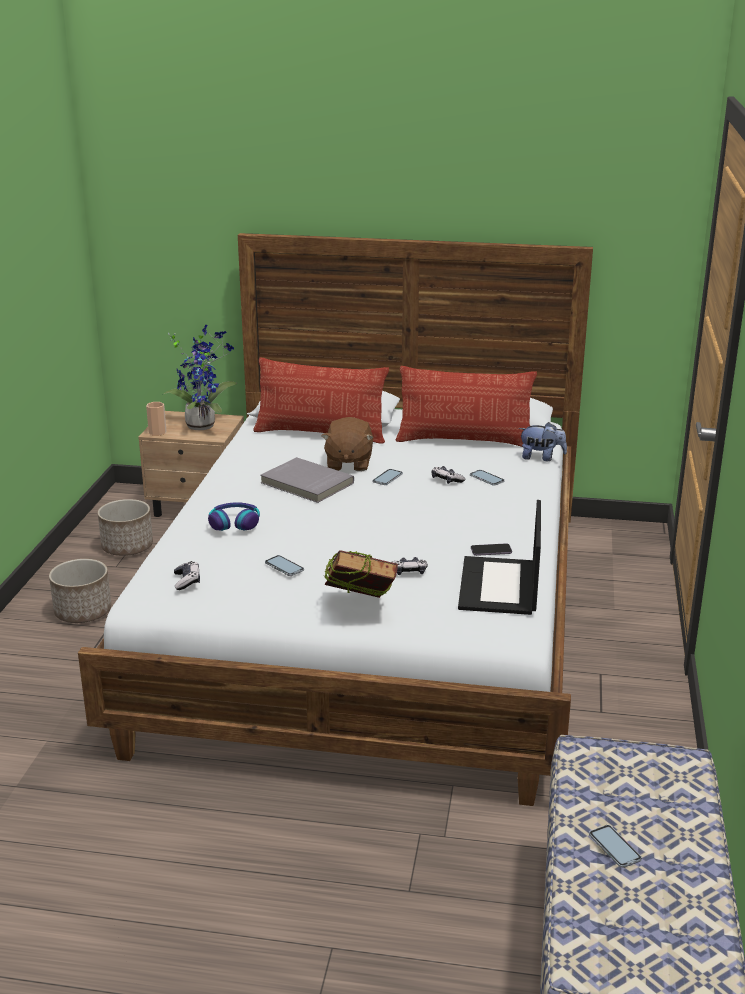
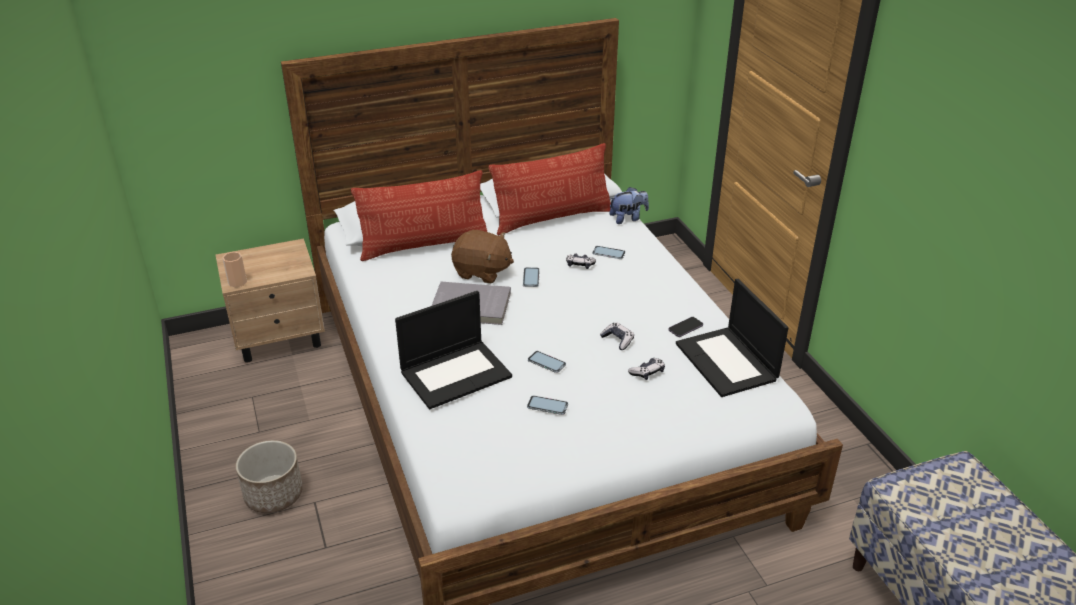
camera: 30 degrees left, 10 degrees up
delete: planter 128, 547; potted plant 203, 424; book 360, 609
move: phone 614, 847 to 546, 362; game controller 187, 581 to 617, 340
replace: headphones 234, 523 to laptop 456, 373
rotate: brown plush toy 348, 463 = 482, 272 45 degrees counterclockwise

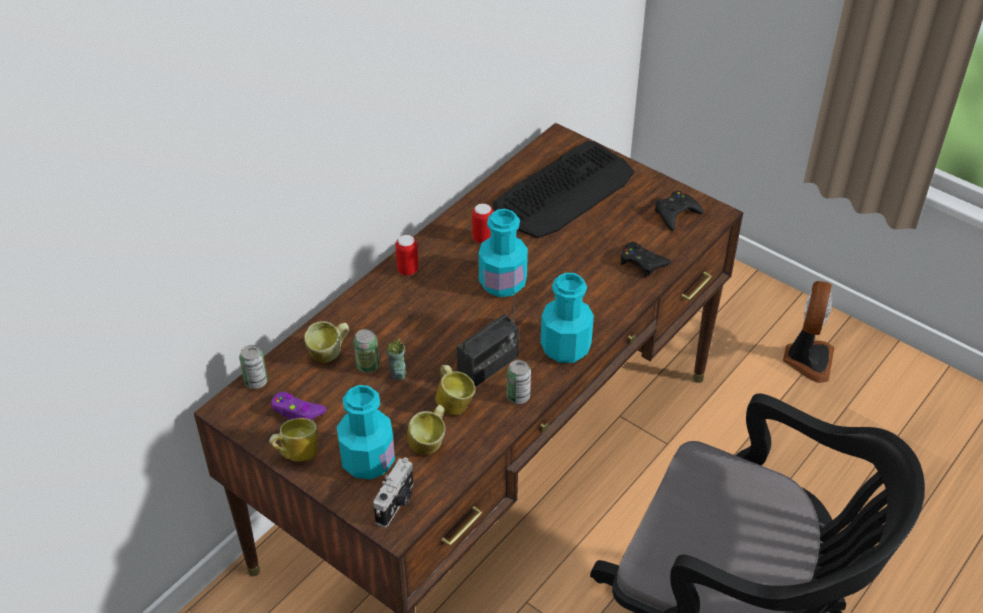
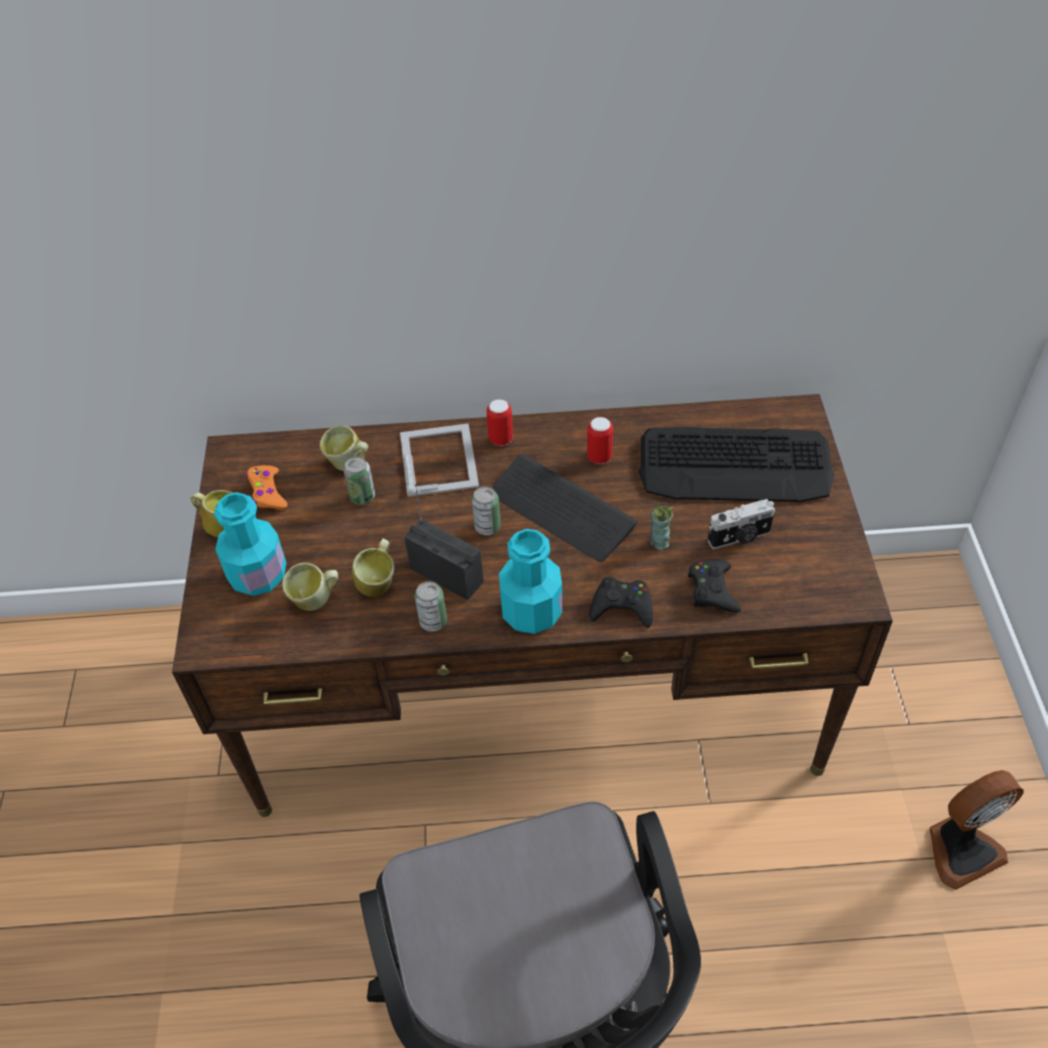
camera: 50 degrees right, 5 degrees up
insert: picture frame 439, 459
move: can 256, 381 to 487, 527; black game controller 676, 214 to 622, 606; cup 397, 375 to 659, 542; photo camera 396, 503 to 740, 538
replace: turquoise bottle 502, 282 to keyboard 561, 510
recolor: purple game controller 297, 411 to orange game controller 267, 493
rotate: radio 488, 366 = 447, 574 150 degrees counterclockwise

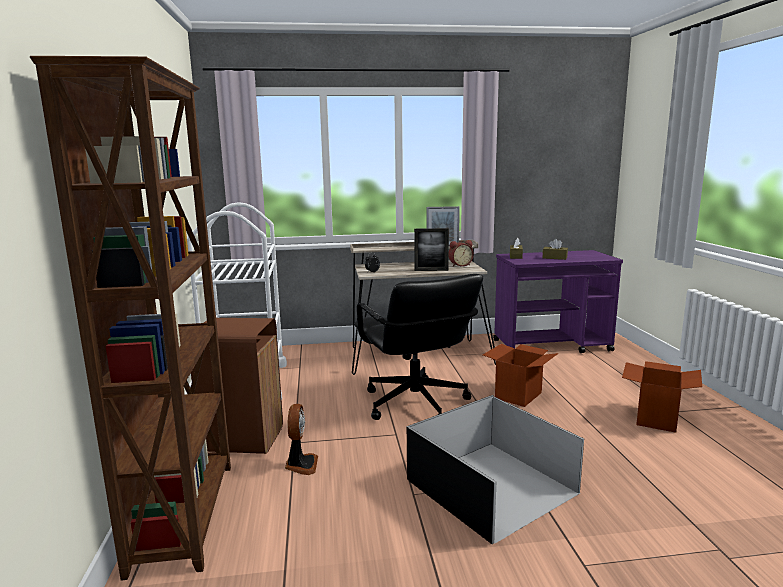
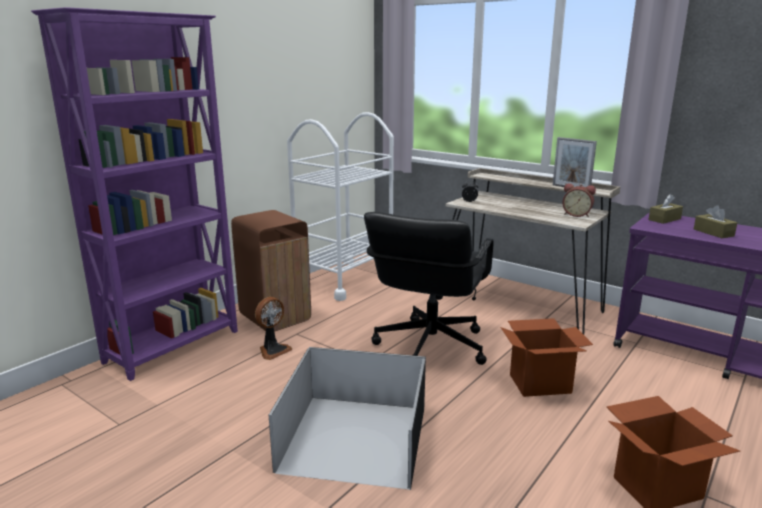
camera: 45 degrees right, 5 degrees up
delete: picture frame 431, 270
recolor: brown bookcase 186, 514 to purple bookcase 174, 346

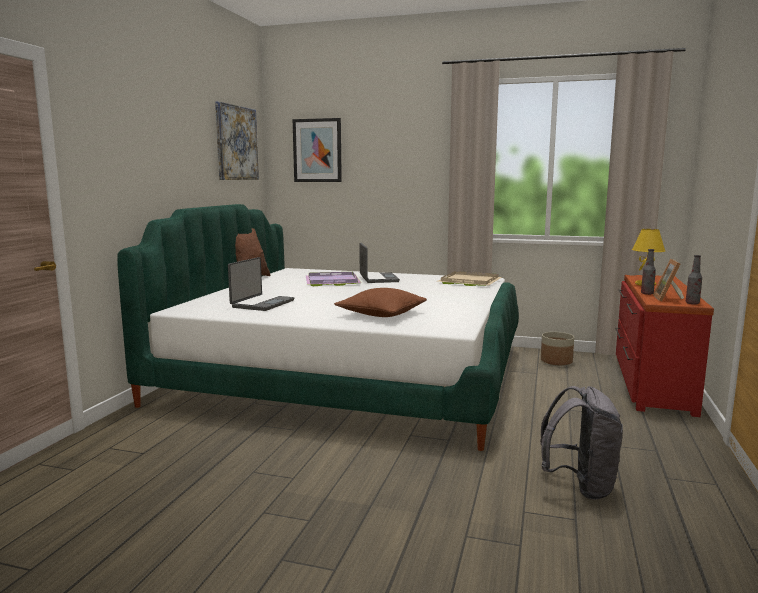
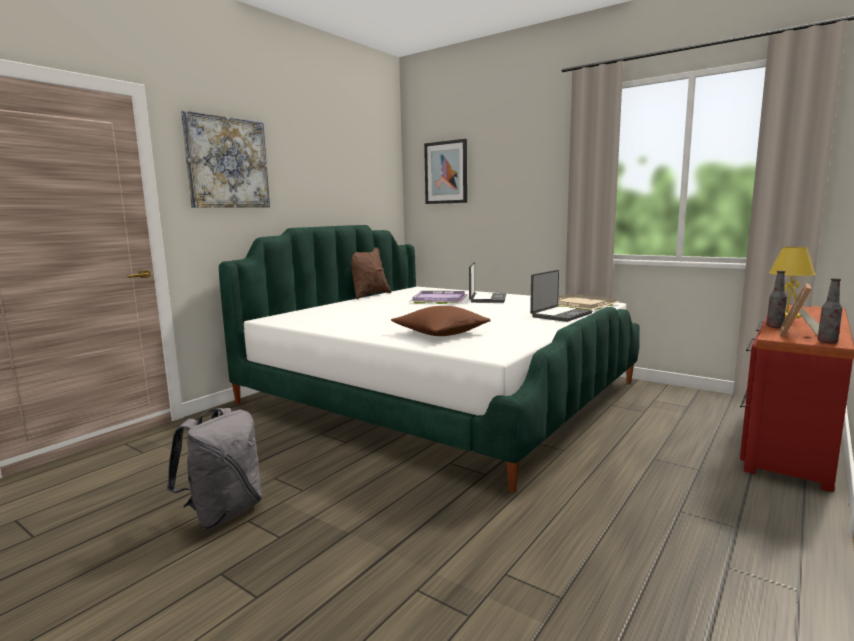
camera: 20 degrees right, 0 degrees up
delete: planter 556, 361
move: grey backpack 580, 486 to 223, 513; picture 236, 143 to 227, 163; laptop 262, 304 to 560, 315

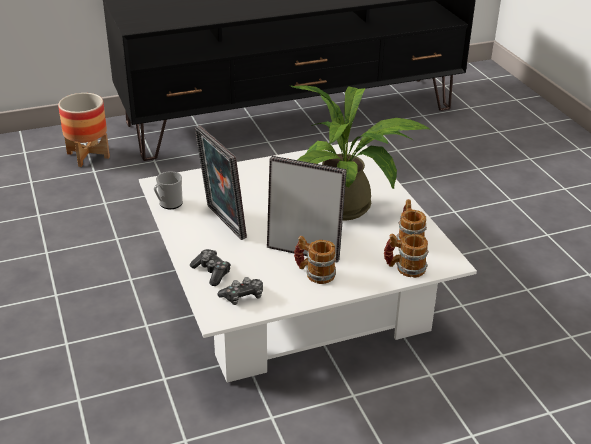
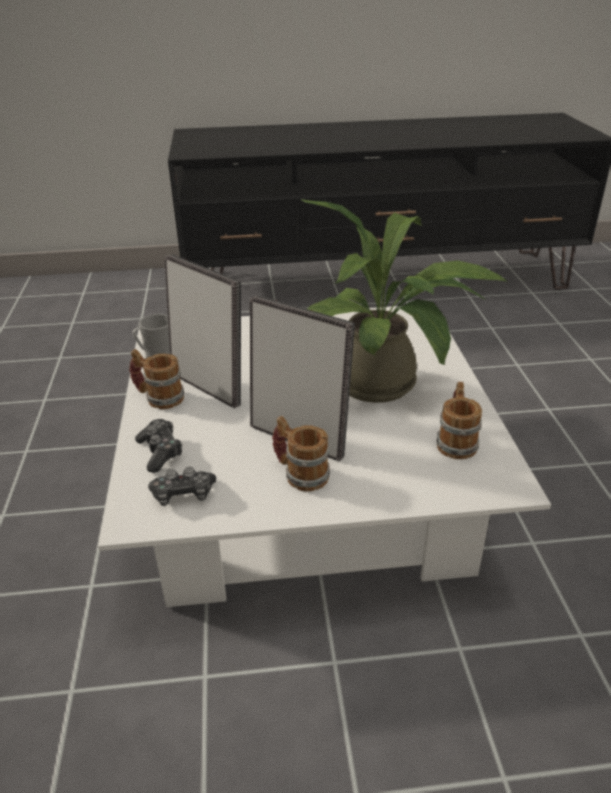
camera: 15 degrees right, 0 degrees up
delete: planter 88, 155
move: mug 404, 268 to 158, 397
rotate: picture frame 222, 223 = 209, 386 150 degrees clockwise

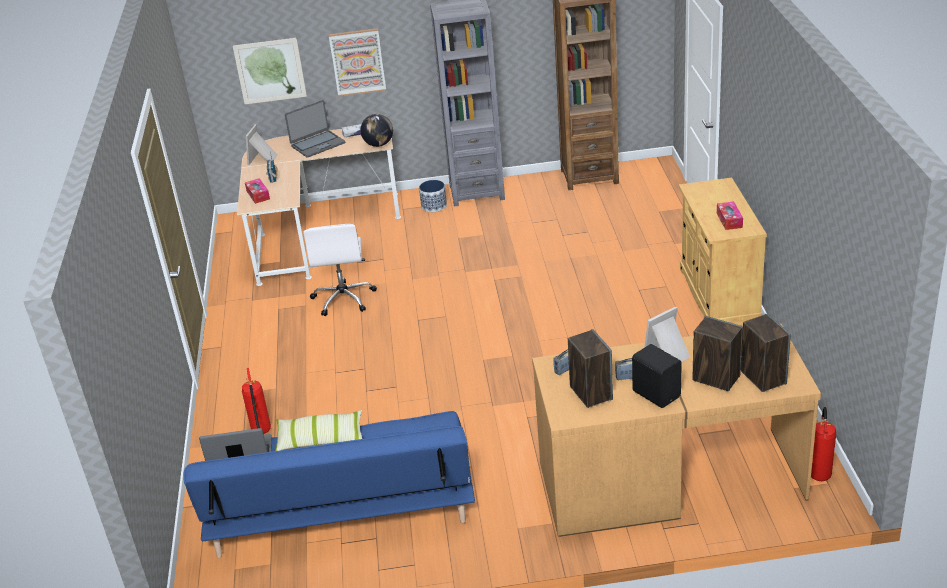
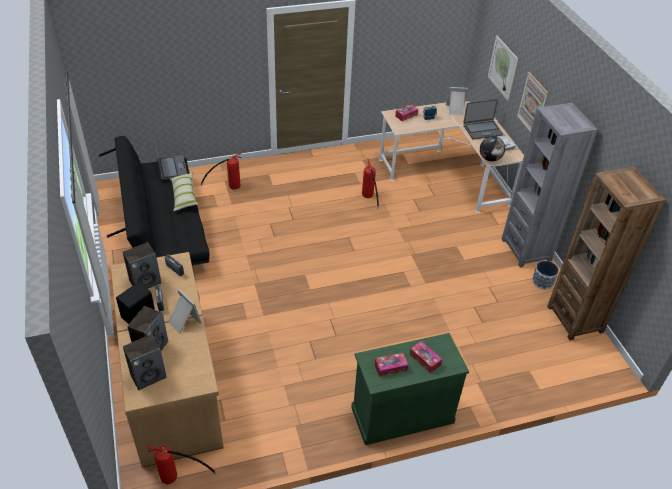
camera: 75 degrees right, 10 degrees up
insert: tissue box 425, 359
move: planter 433, 206 to 542, 281
replace: white office chair 344, 298 to fire extinguisher 369, 199
recolor: blue sofa 342, 507 to black sofa 164, 228; beige cabinet 718, 294 to green cabinet 402, 414
rotate: laptop 317, 144 = 482, 130 60 degrees counterclockwise

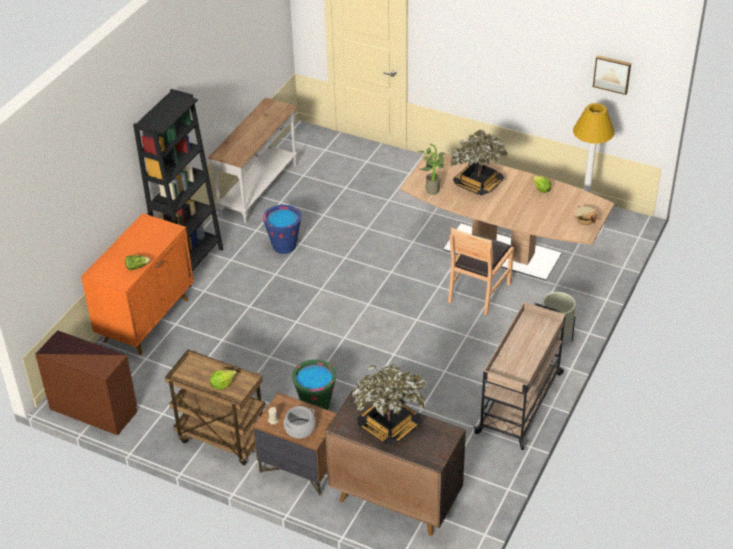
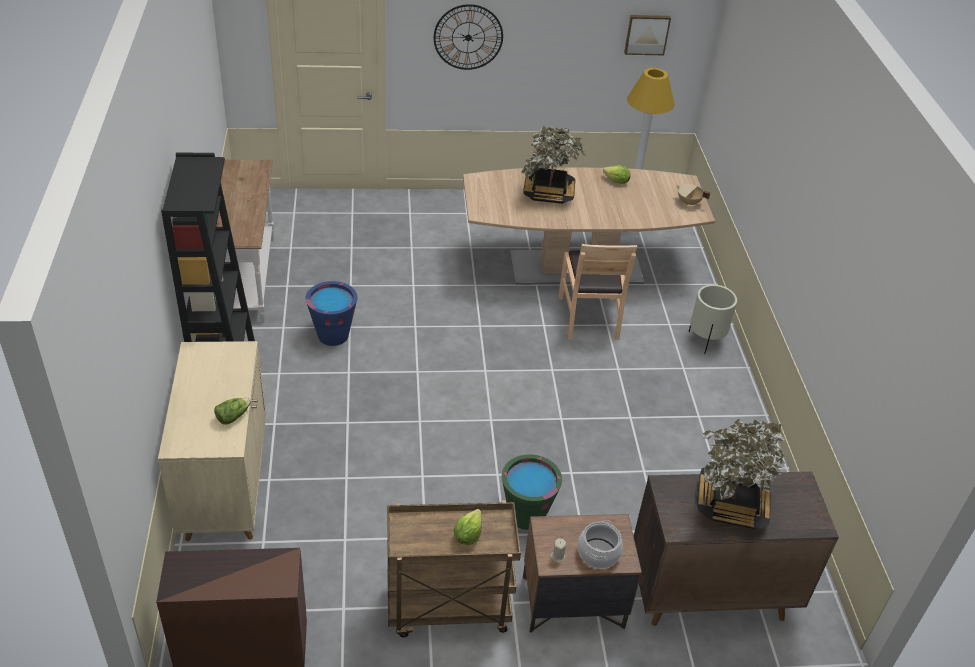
camera: 35 degrees left, 0 degrees up
delete: potted plant 432, 189; beige cart 520, 402
insert: wall clock 468, 37
recolor: orange cabinet 147, 319 to beige cabinet 225, 488

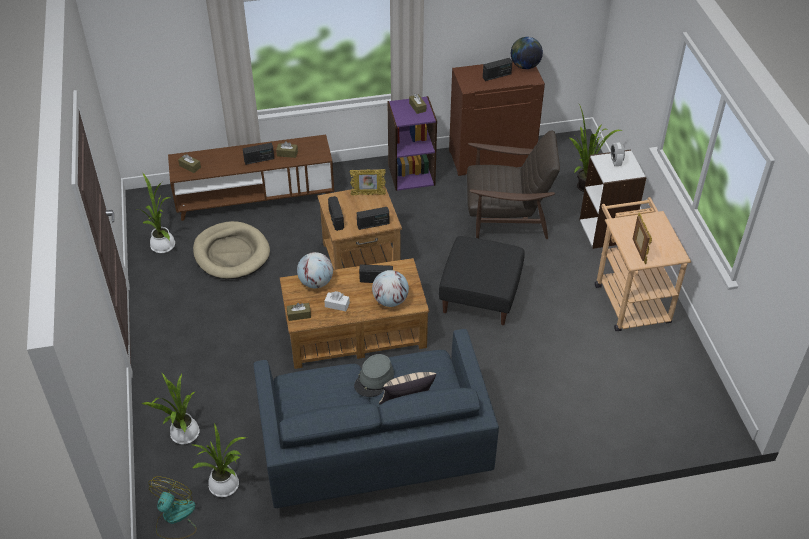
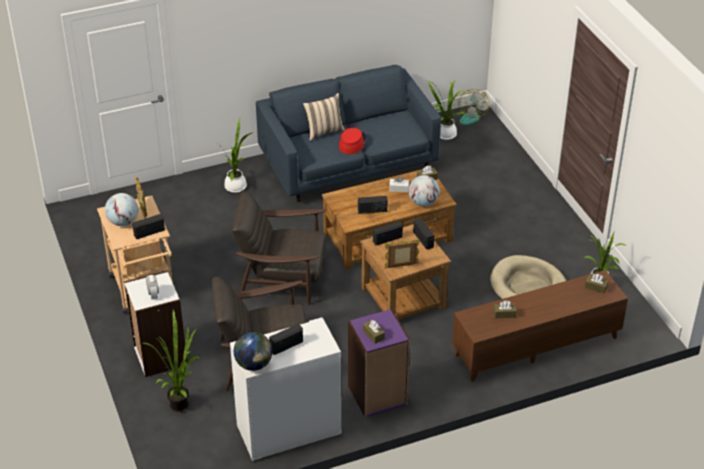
camera: 170 degrees right, 5 degrees down
move: globe 390, 301 to 123, 222; radio 259, 160 to 149, 232; potted plant 183, 435 to 236, 185
replace: black ottoman 480, 295 to brown armchair 282, 278
recolor: brown cabinet 492, 157 to white cabinet 288, 431; grey hat 374, 379 to red hat 352, 143

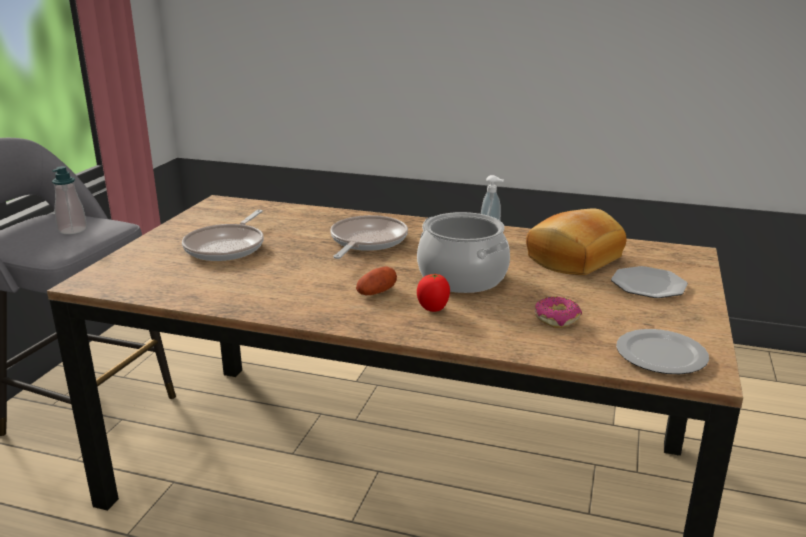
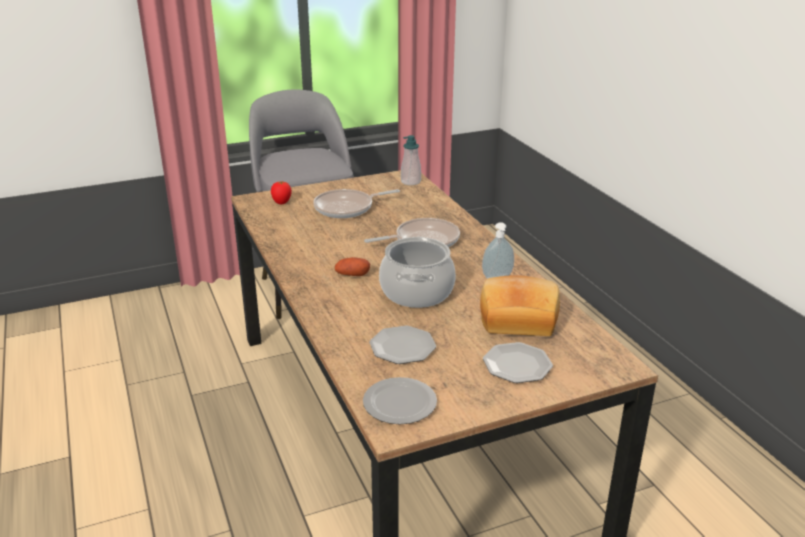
camera: 50 degrees right, 5 degrees up
move: tomato 433, 309 to 281, 203; soap dispenser 72, 230 to 410, 182
replace: donut 557, 319 to plate 402, 347

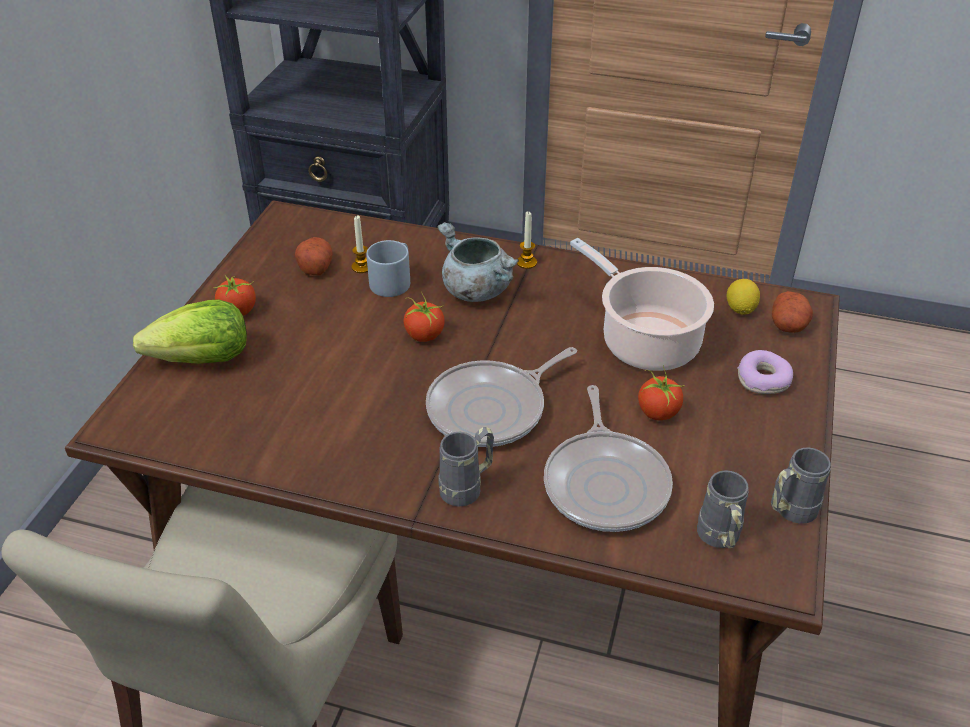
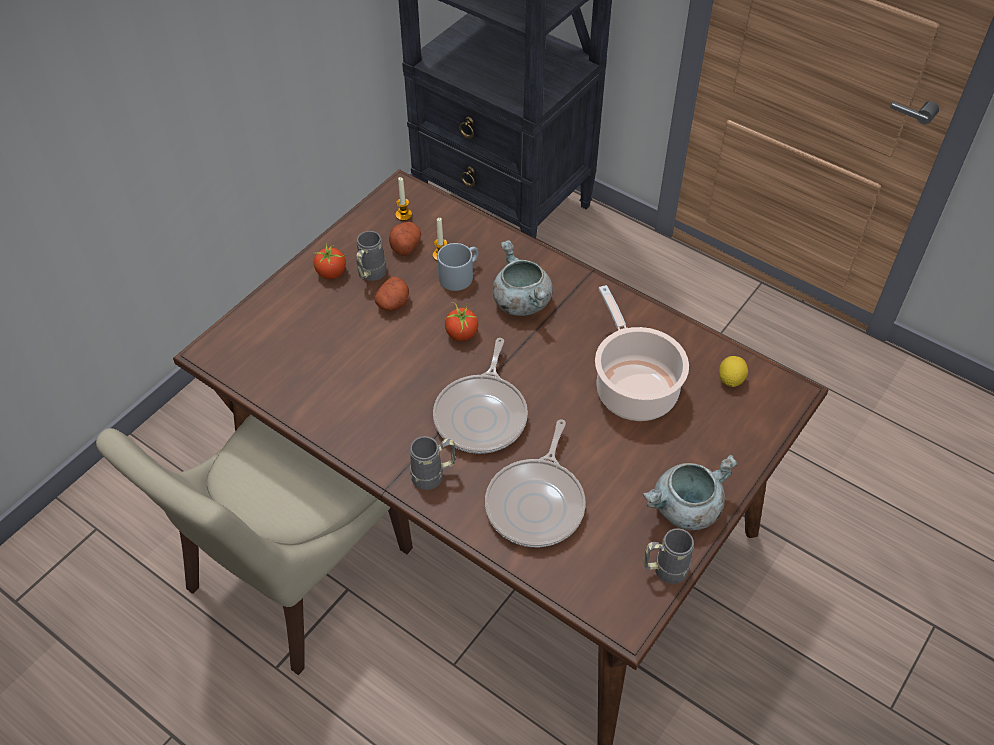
camera: 20 degrees right, 10 degrees up
delete: lettuce 203, 359; tomato 657, 412; donut 763, 379
insert: grey cooking pot 685, 509
move: grey mug 719, 540 to 370, 275; potato 788, 325 to 393, 303; candle 526, 262 to 403, 215
rotate: frying pan 491, 409 = 482, 415 60 degrees counterclockwise

